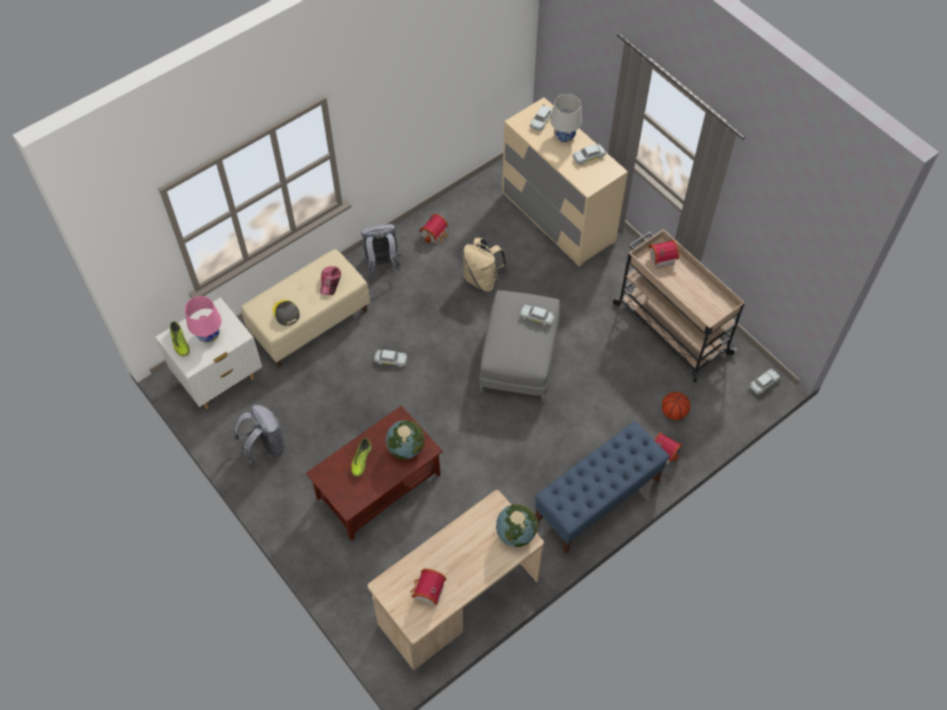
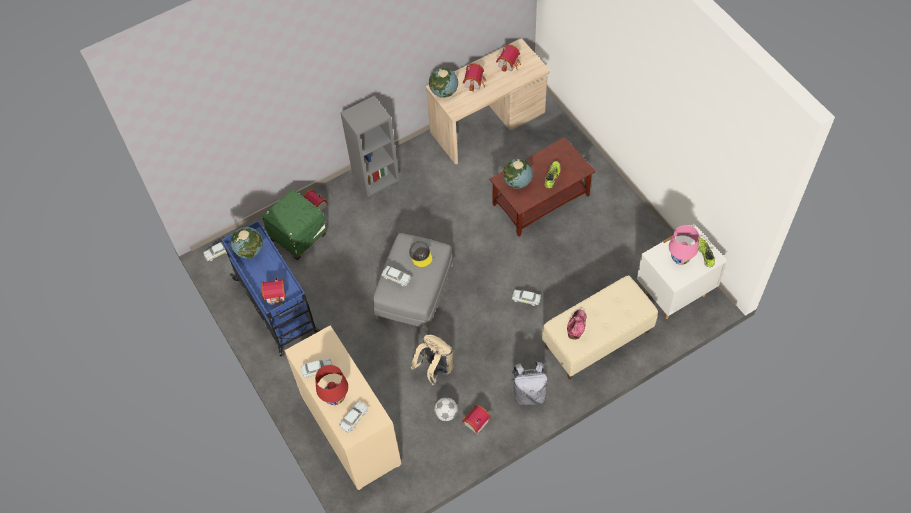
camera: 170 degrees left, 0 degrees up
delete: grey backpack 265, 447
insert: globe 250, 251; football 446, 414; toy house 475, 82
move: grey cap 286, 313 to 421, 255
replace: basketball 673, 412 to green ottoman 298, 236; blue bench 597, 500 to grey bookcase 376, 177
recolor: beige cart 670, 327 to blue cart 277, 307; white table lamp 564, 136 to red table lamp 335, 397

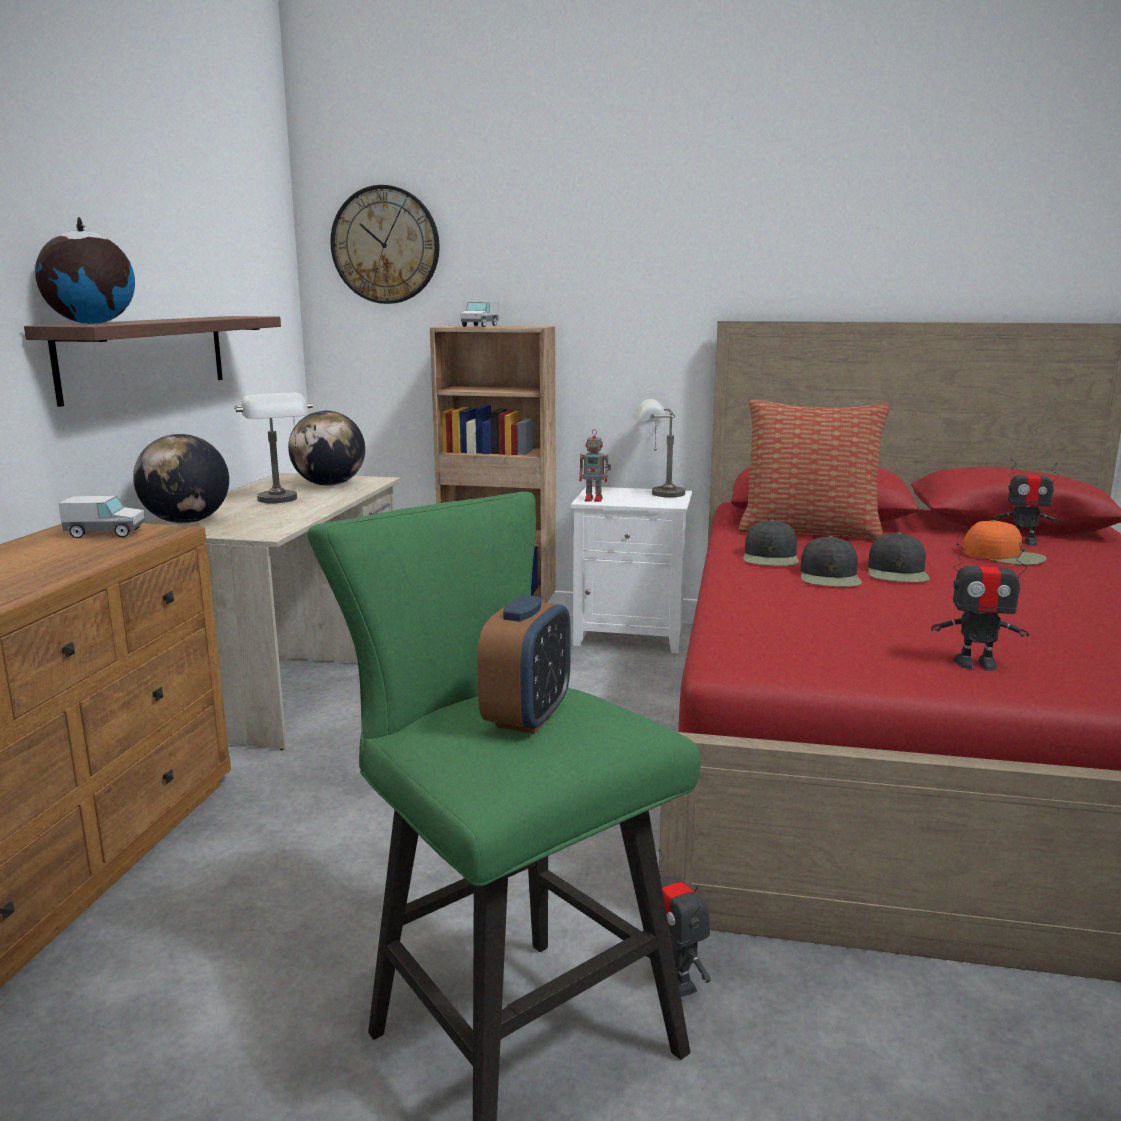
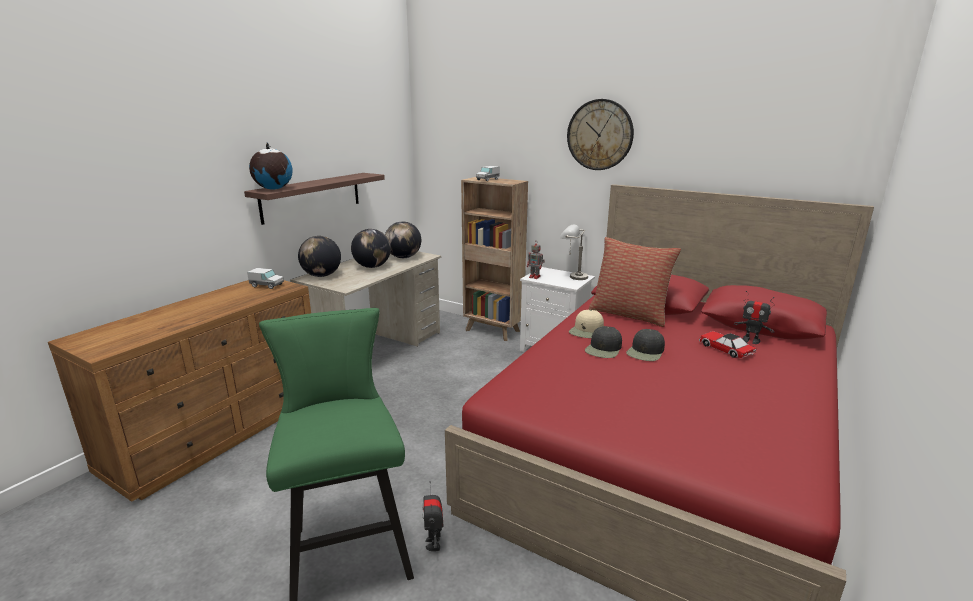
camera: 20 degrees right, 5 degrees up
delete: alarm clock 527, 717; toy robot 975, 664
move: wall clock 385, 245 to 600, 135
replace: grey table lamp 281, 501 to globe 372, 266; orange cap 1004, 556 to toy car 725, 349
recolor: black cap 771, 557 to beige cap 586, 330

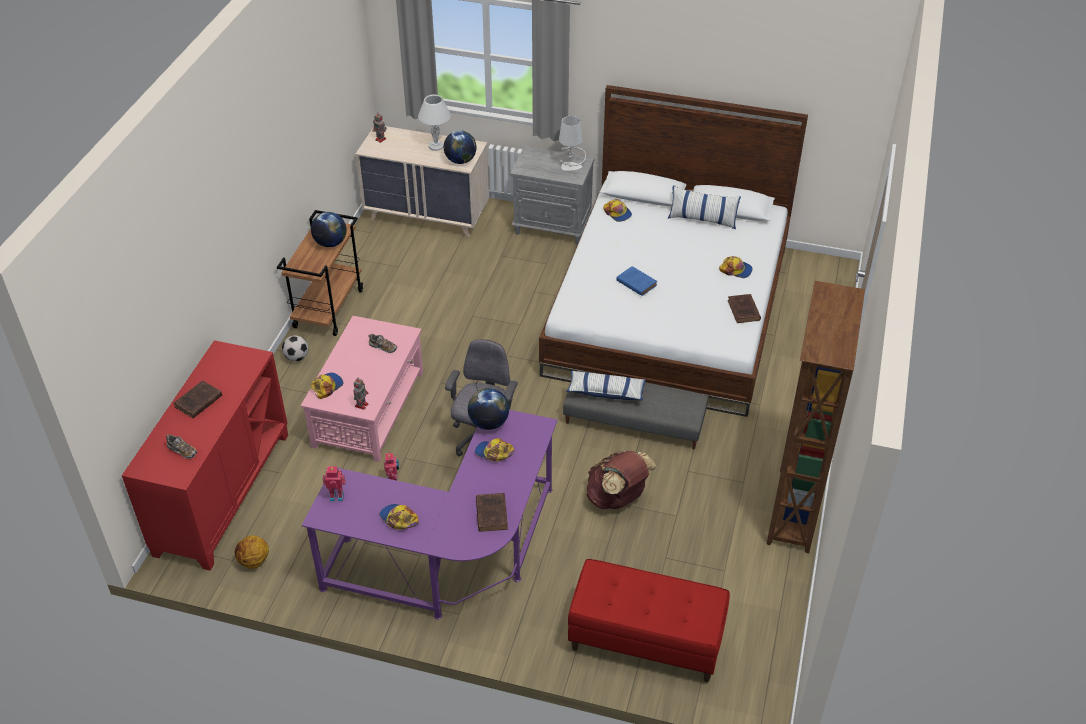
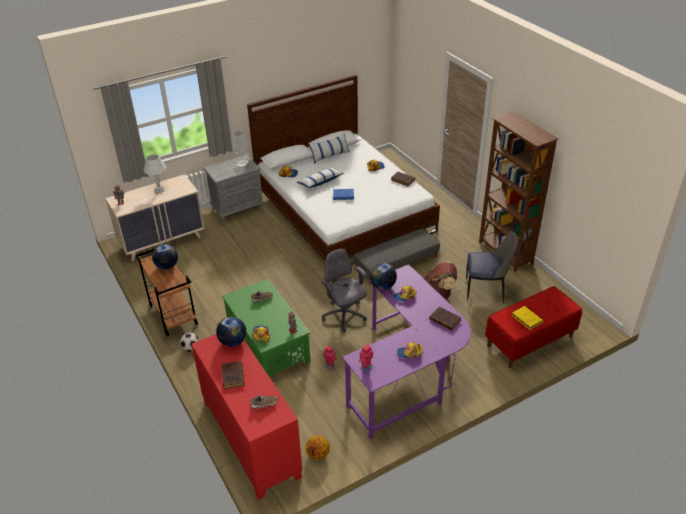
camera: 45 degrees left, 5 degrees down
insert: chair 486, 290; yellow book 527, 319
move: globe 460, 161 to 233, 342; pillow 606, 392 to 320, 182
recolor: pink coffee table 369, 408 to green coffee table 268, 343

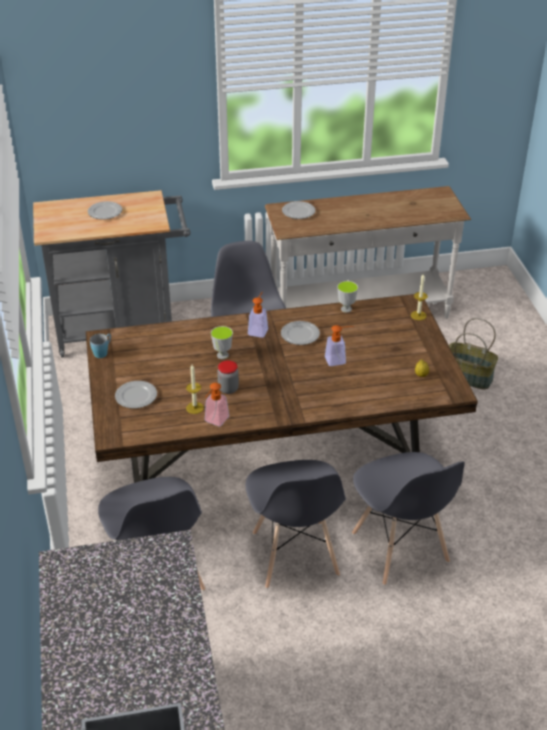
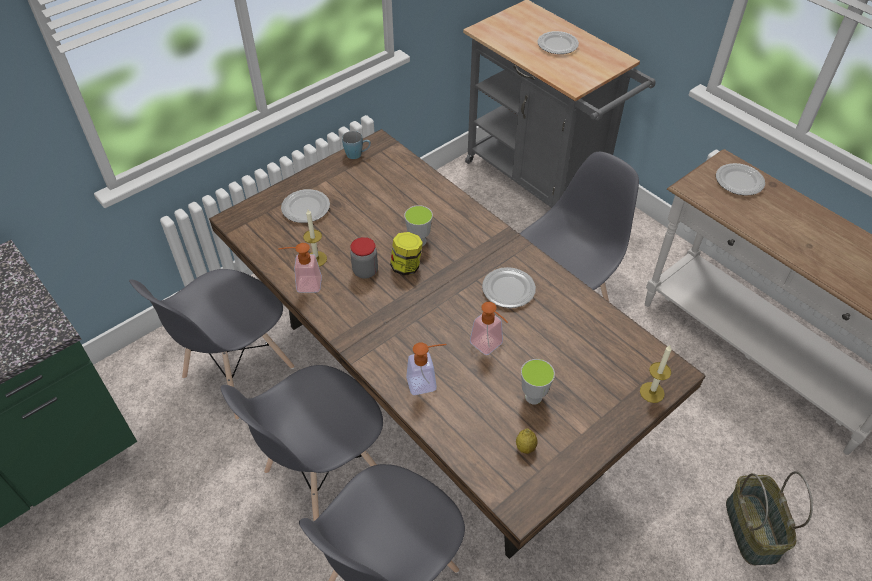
camera: 60 degrees right, 10 degrees up
insert: jar 406, 266
move: soap dispenser 259, 330 to 427, 382; cup 346, 309 to 533, 397

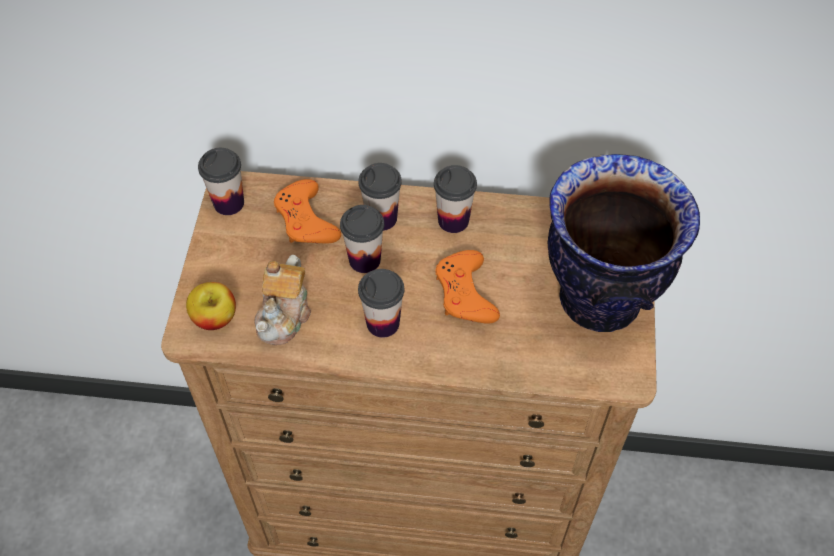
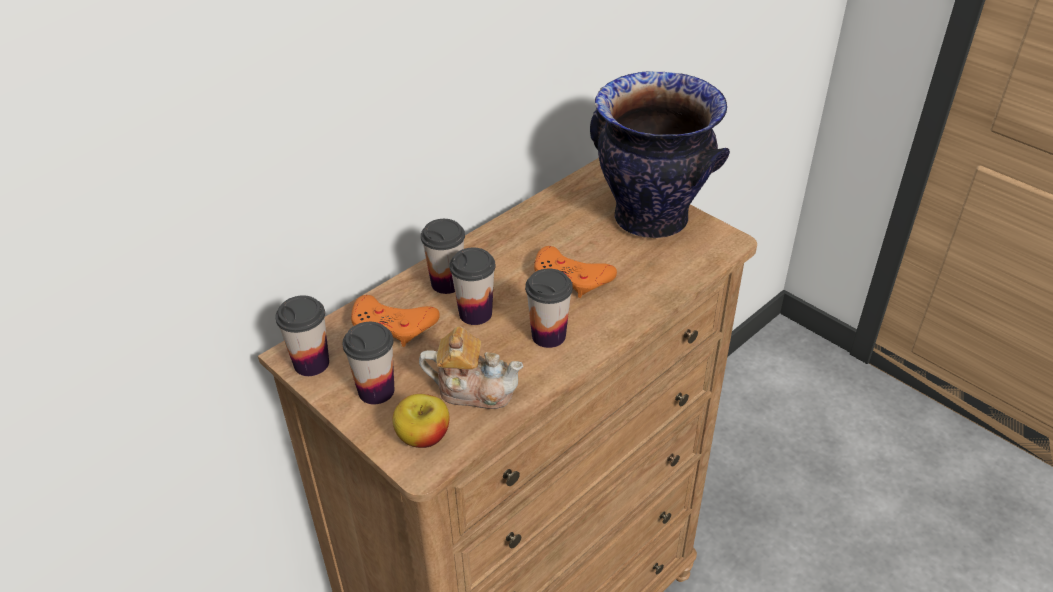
camera: 50 degrees left, 15 degrees down
move: cup 453, 220 to 376, 391
rotate: teapot 285, 315 = 474, 389 45 degrees counterclockwise

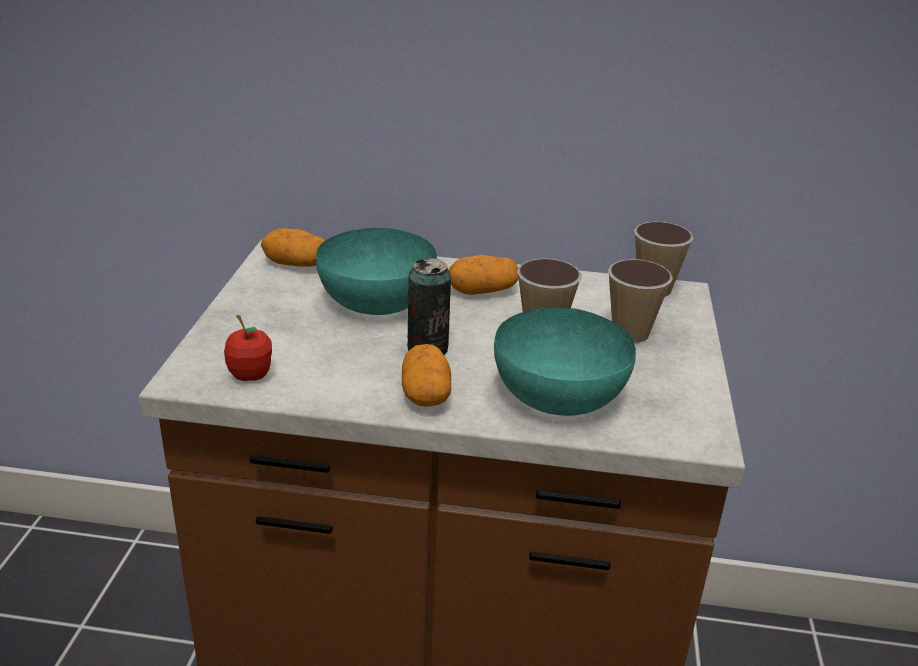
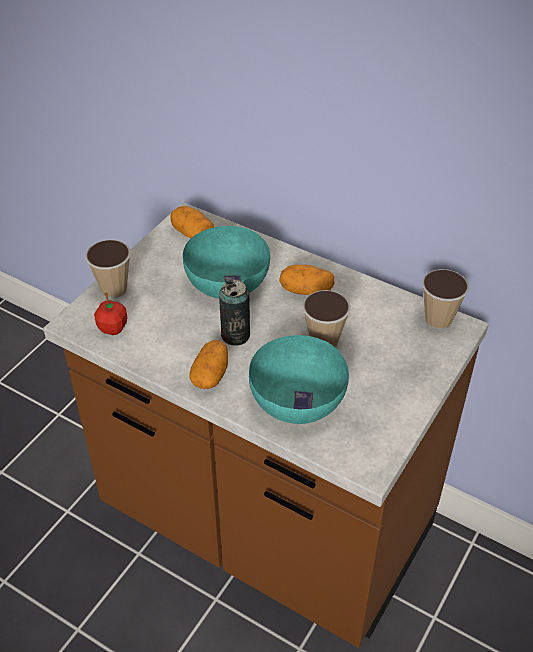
camera: 25 degrees right, 15 degrees up
move: cup 630, 333 to 114, 289

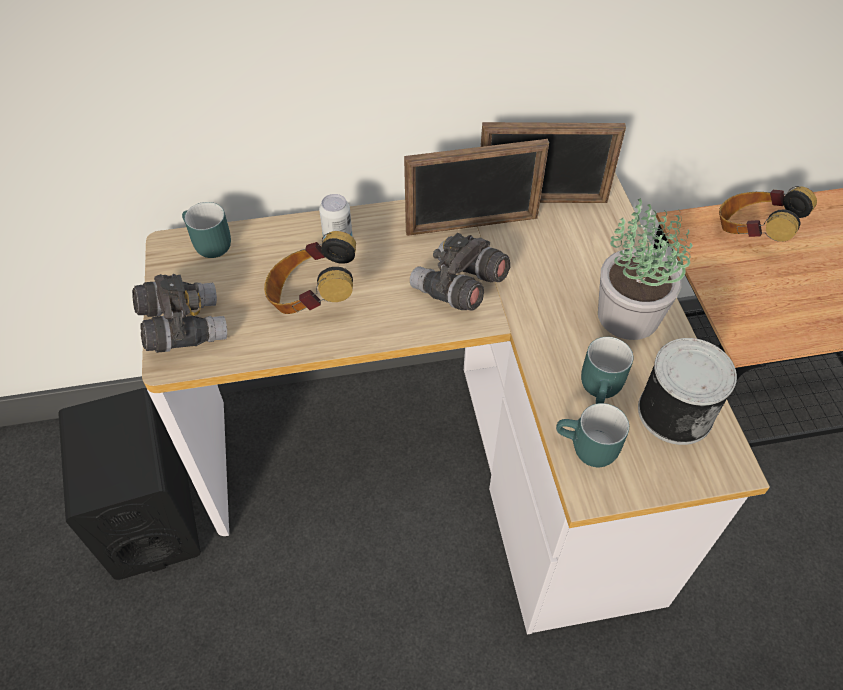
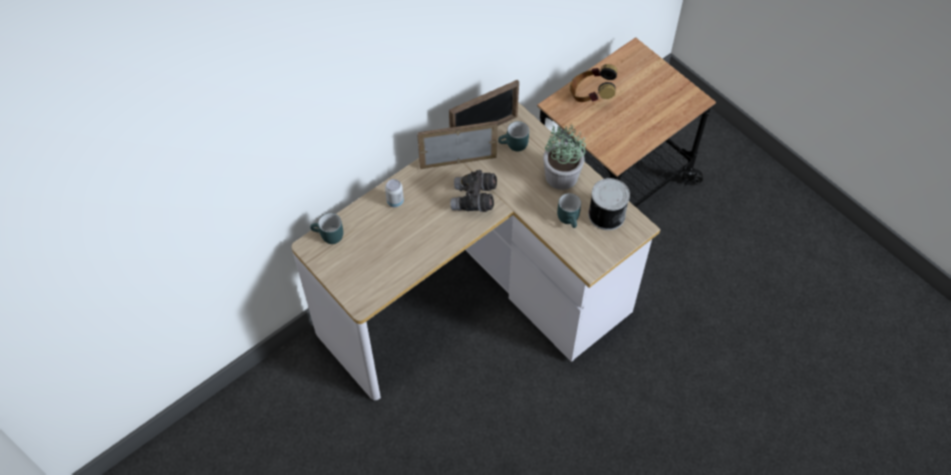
camera: 30 degrees left, 5 degrees up
delete: black speaker 151, 517; grey binoculars 183, 327; headphones 312, 298
move: turquoise mug 587, 450 to 514, 146
rotate: picture frame 472, 225 = 458, 161 150 degrees counterclockwise

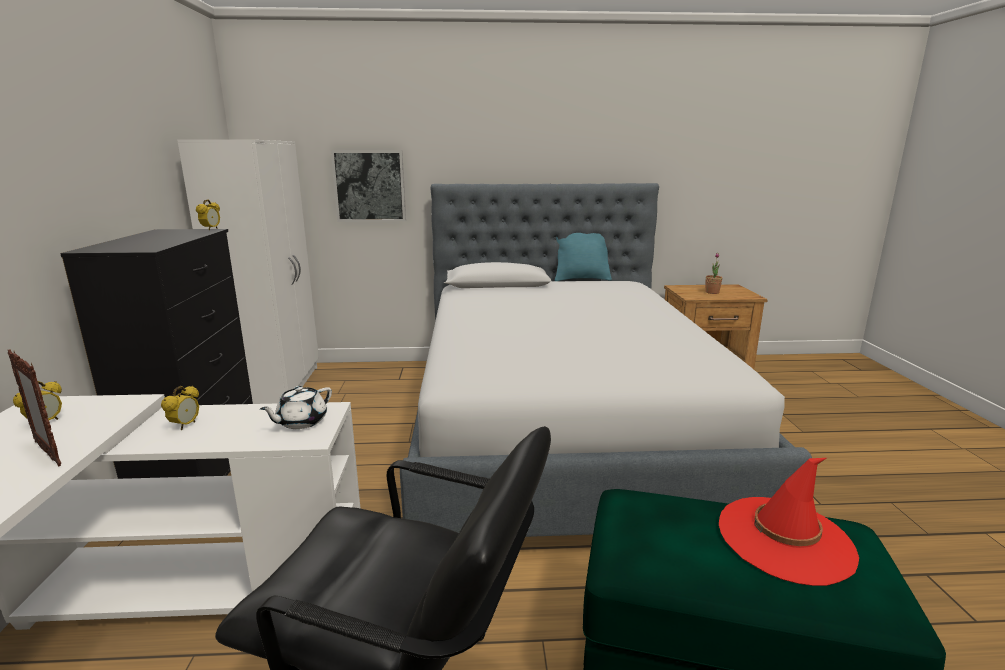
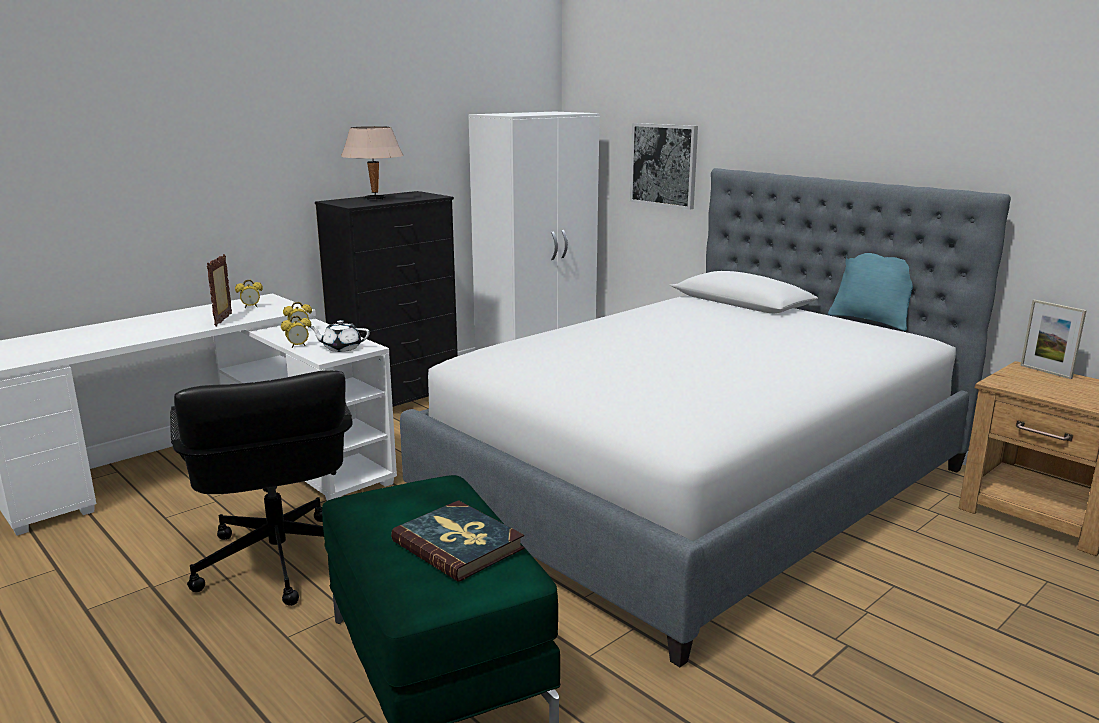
camera: 50 degrees right, 0 degrees up
delete: potted plant 712, 292
insert: beige table lamp 375, 199; picture frame 1045, 372
move: alarm clock 211, 229 to 298, 346
replace: red hat 785, 539 to book 458, 545

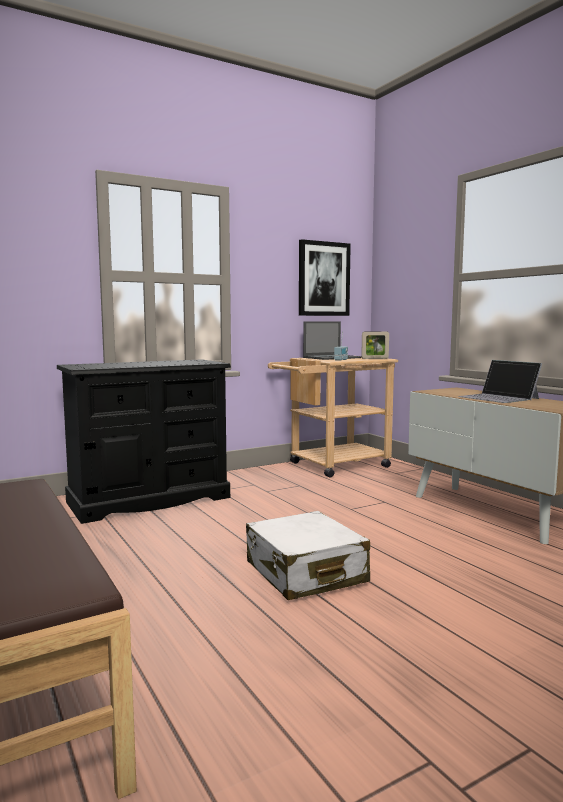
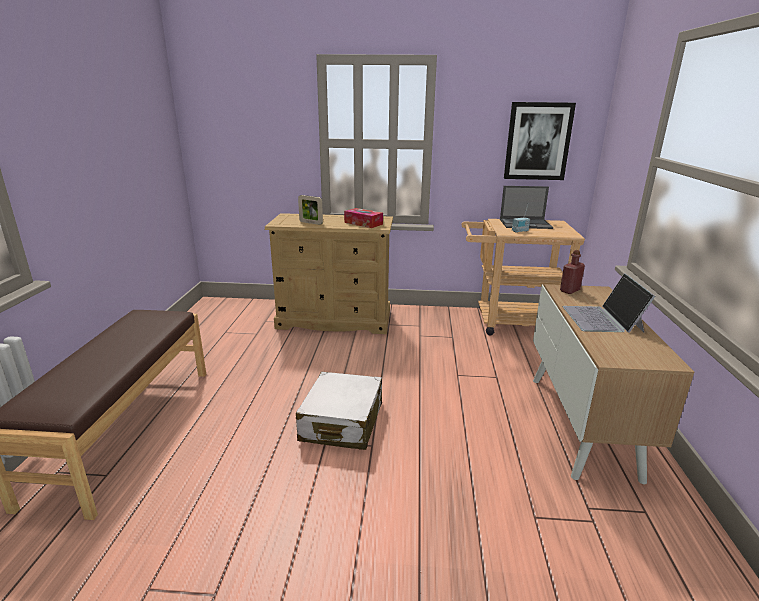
camera: 35 degrees right, 15 degrees up
insert: tissue box 363, 223; red bottle 569, 290
move: picture frame 375, 358 to 311, 223
recolor: black dresser 149, 500 to beige dresser 334, 320

